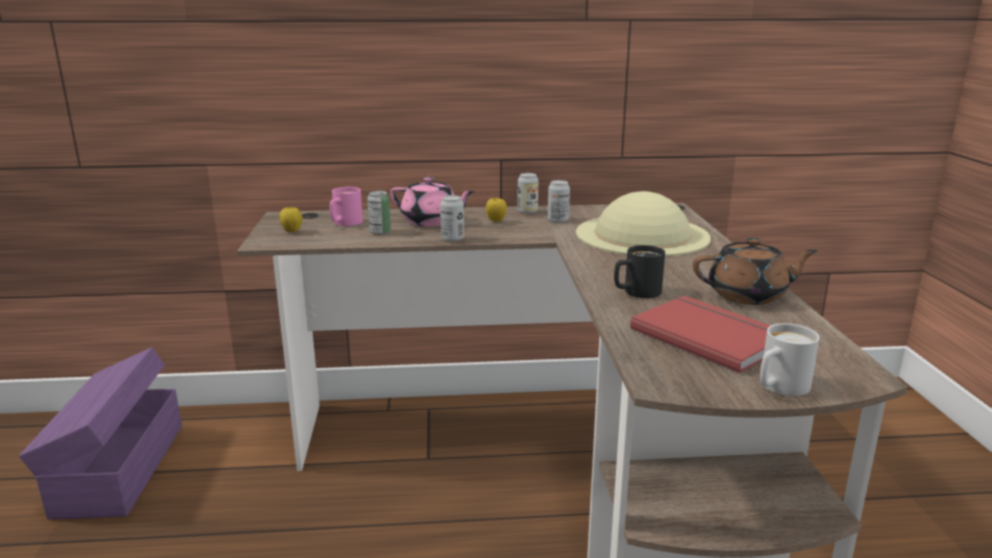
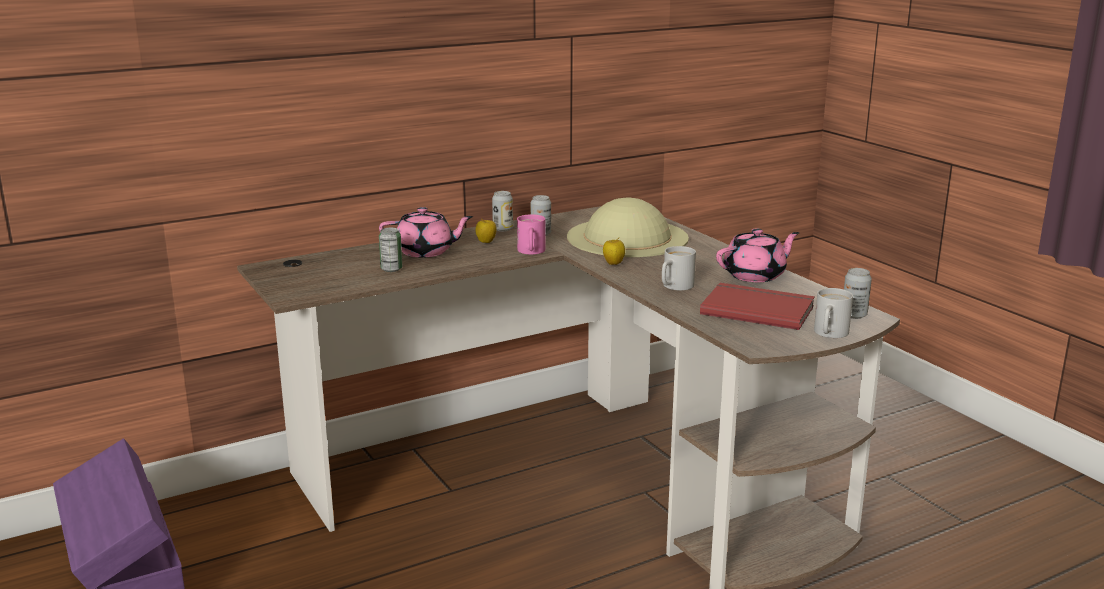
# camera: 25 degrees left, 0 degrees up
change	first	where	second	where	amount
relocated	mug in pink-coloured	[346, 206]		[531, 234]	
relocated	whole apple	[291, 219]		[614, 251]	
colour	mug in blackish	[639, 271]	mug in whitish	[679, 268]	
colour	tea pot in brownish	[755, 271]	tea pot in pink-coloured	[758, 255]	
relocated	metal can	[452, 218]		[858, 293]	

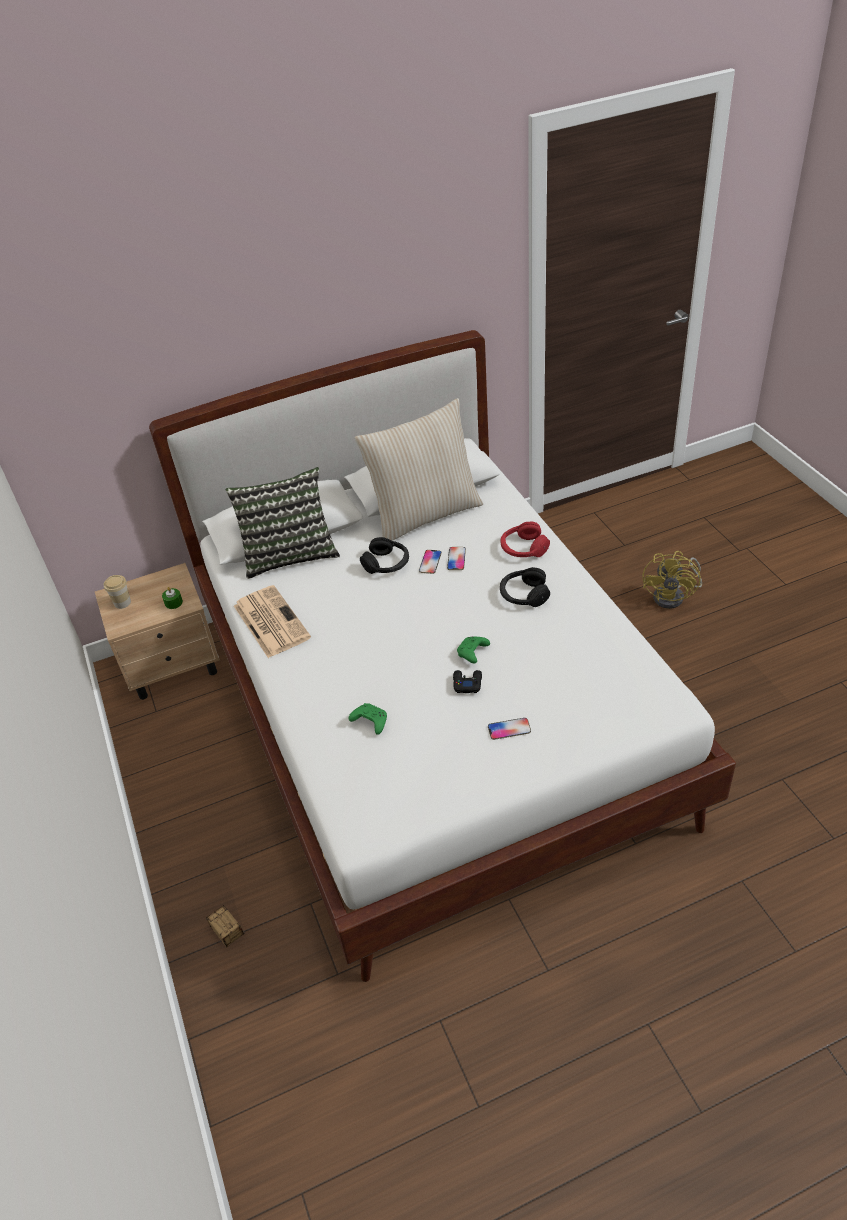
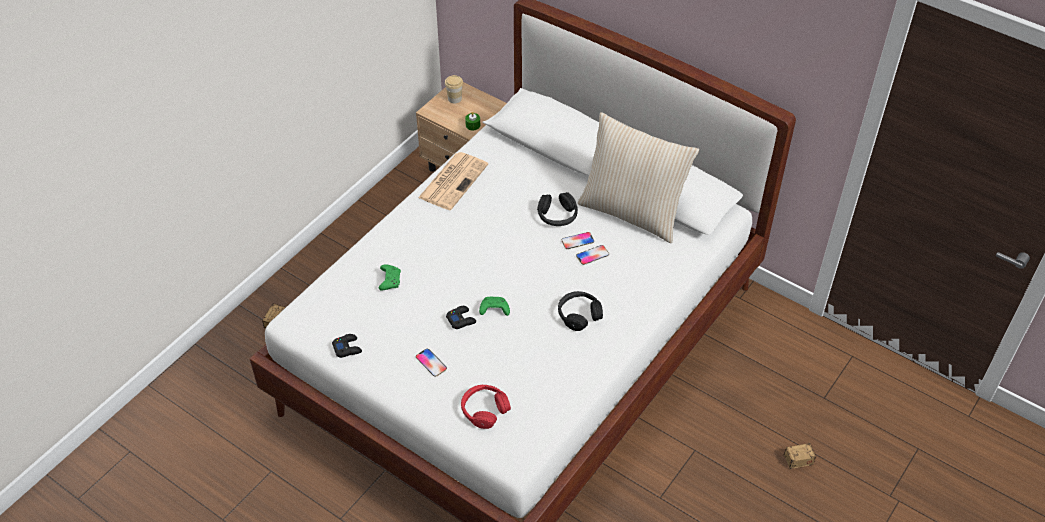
# camera: 55 degrees right, 5 degrees up
change	first	where	second	where	amount
appeared			game controller in blackish	[347, 346]	
relocated	headset in red-coloured	[525, 539]		[486, 407]	
exchanged	fan in yellow-coloured	[672, 580]	storage container	[789, 456]	
missing	cushion	[283, 523]			

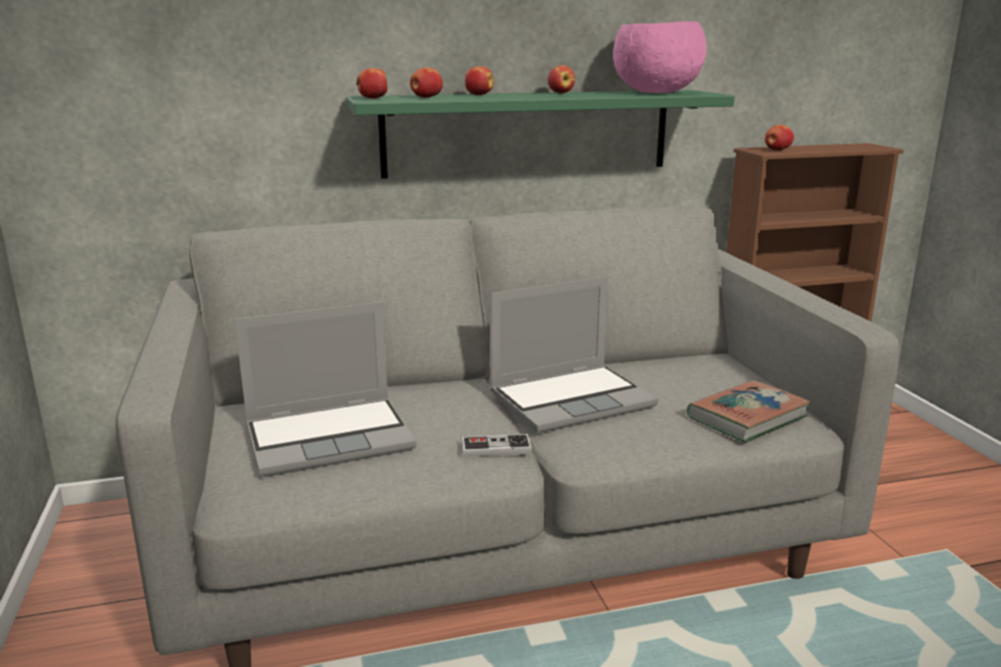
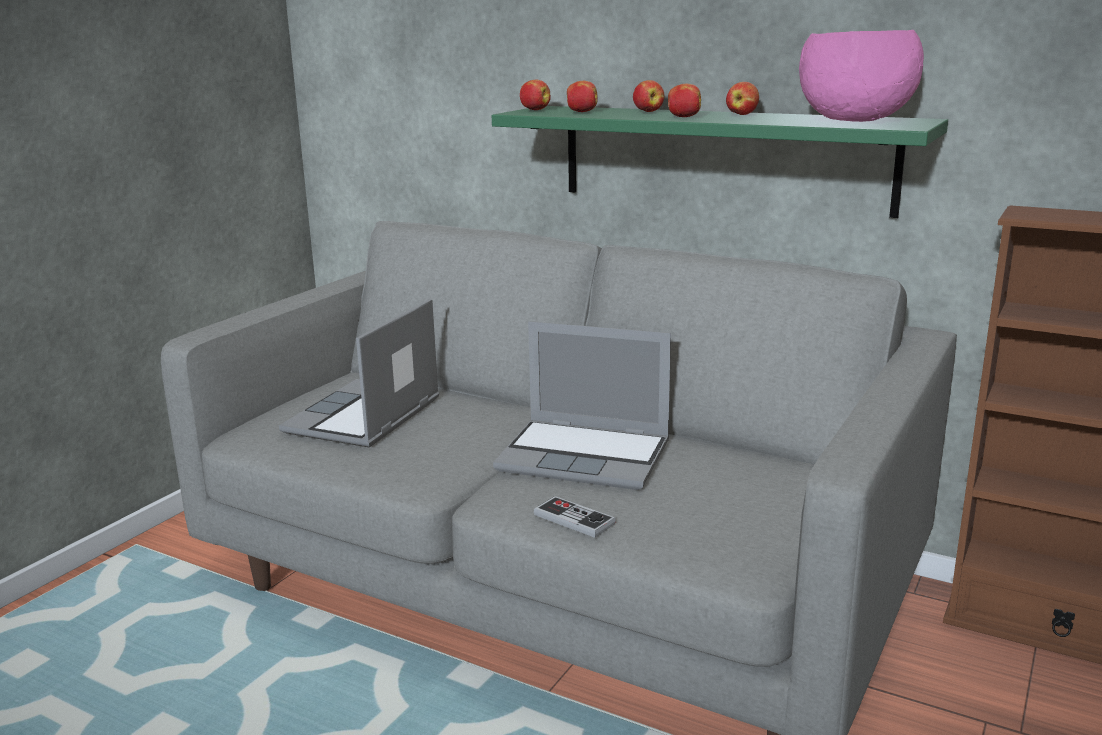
# camera: 45 degrees right, 0 degrees up
change	first	where	second	where	amount
spun	notebook computer	[325, 389]		[359, 373]	90 degrees clockwise
relocated	game controller	[497, 445]		[575, 517]	
relocated	whole apple	[779, 137]		[684, 100]	
missing	book	[749, 411]			

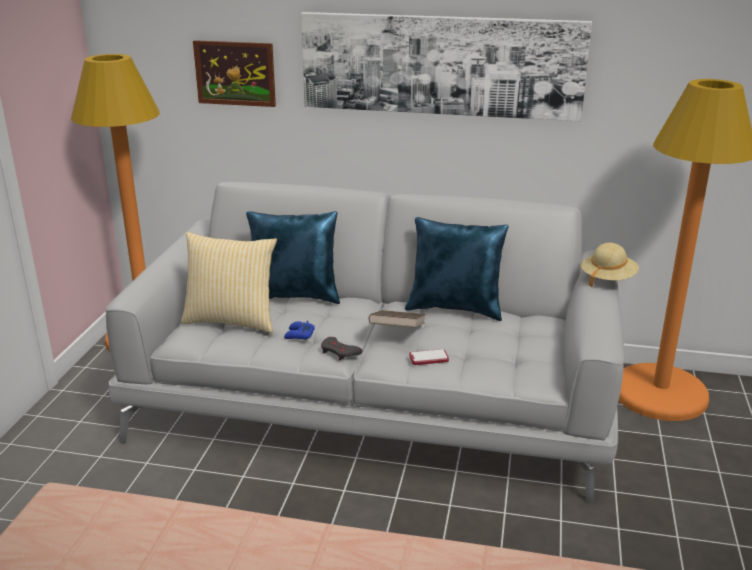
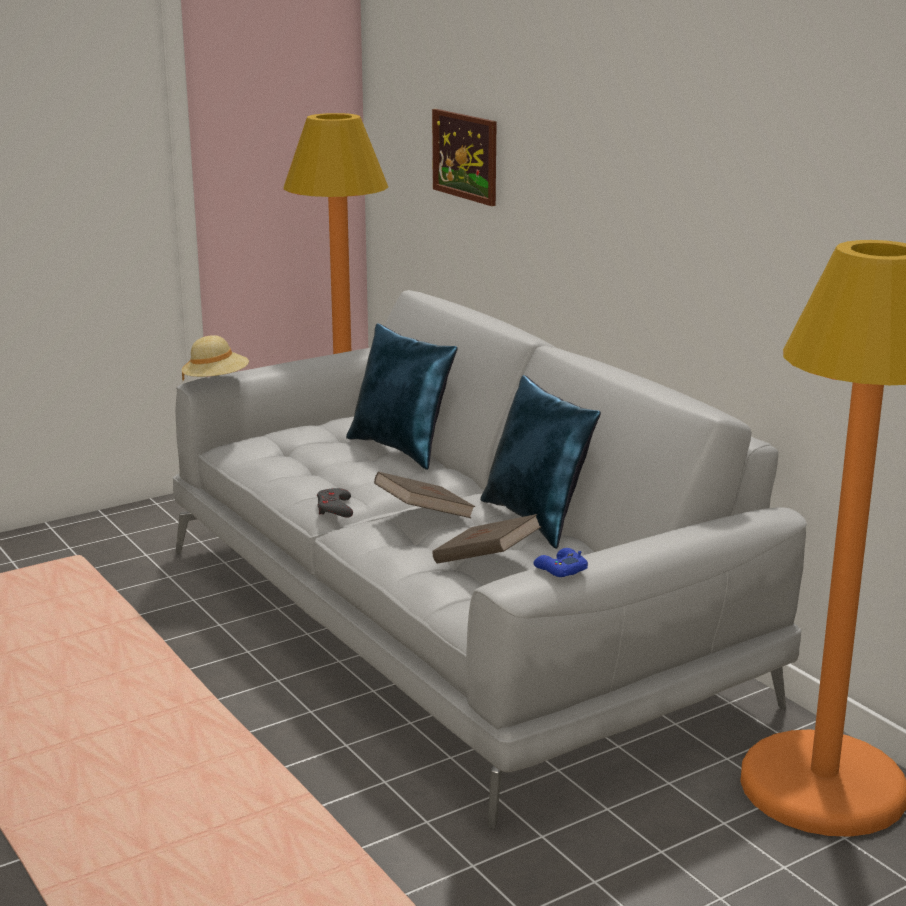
# camera: 45 degrees right, 5 degrees down
change	first	where	second	where	amount
relocated	clothing hat in beige	[610, 265]		[215, 358]	
appeared			book in brownish	[486, 539]	
relocated	game controller in blue-coloured	[299, 330]		[560, 562]	
missing	cushion	[229, 282]			
missing	wall art	[446, 66]			
missing	phone	[429, 357]			

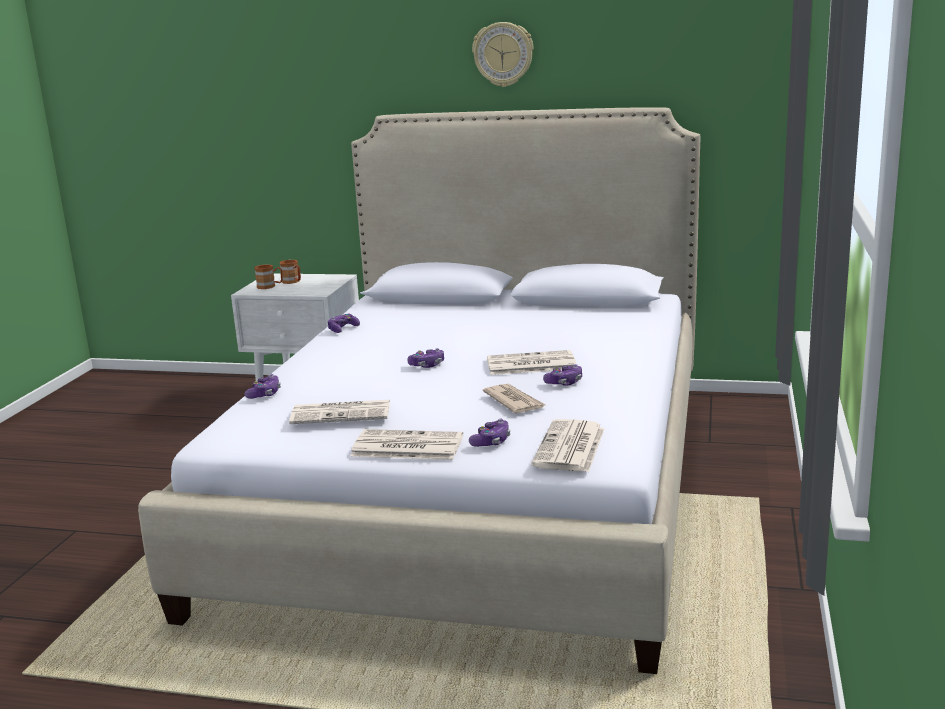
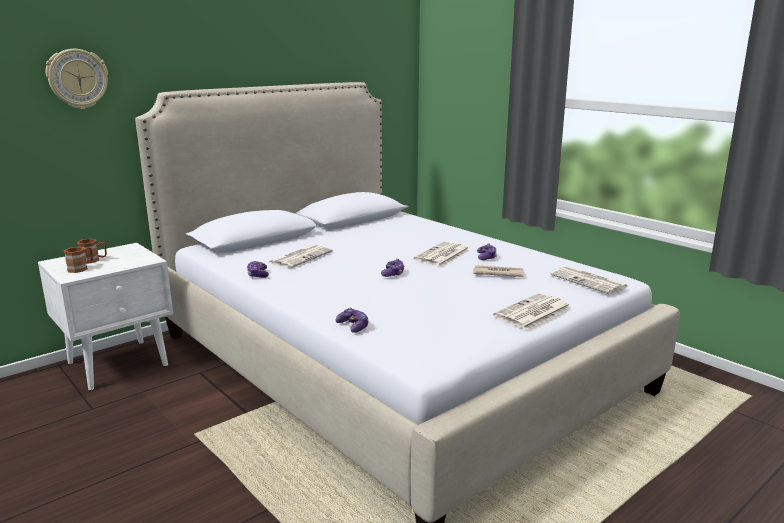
# camera: 55 degrees left, 0 degrees up
change	first	where	second	where	amount
relocated	hanging clock	[503, 54]		[77, 79]	
relocated	daily paper	[339, 412]		[301, 256]	
missing	game controller	[489, 433]			

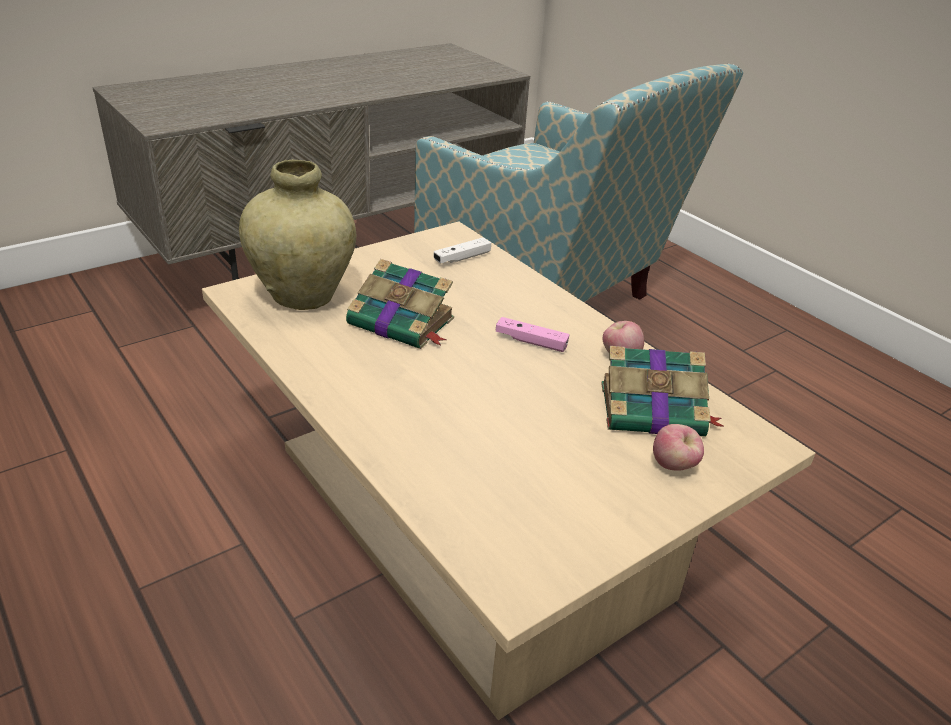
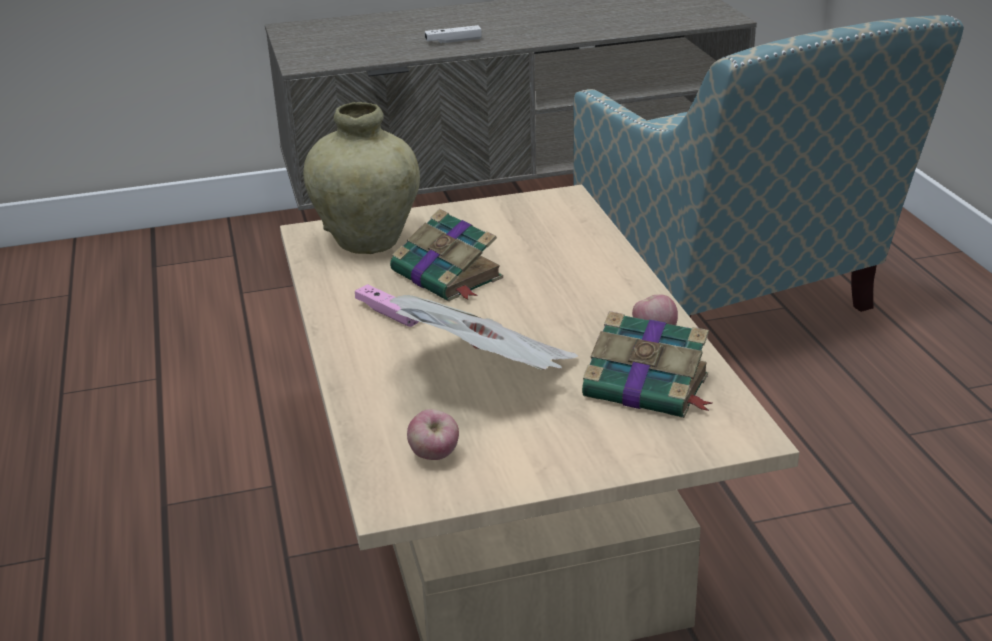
# camera: 25 degrees right, 5 degrees down
change	first	where	second	where	amount
relocated	game controller in pink-coloured	[532, 334]		[387, 305]	
appeared			daily paper	[484, 332]	
relocated	whole apple	[678, 447]		[433, 434]	
relocated	game controller in whitish	[462, 250]		[453, 34]	

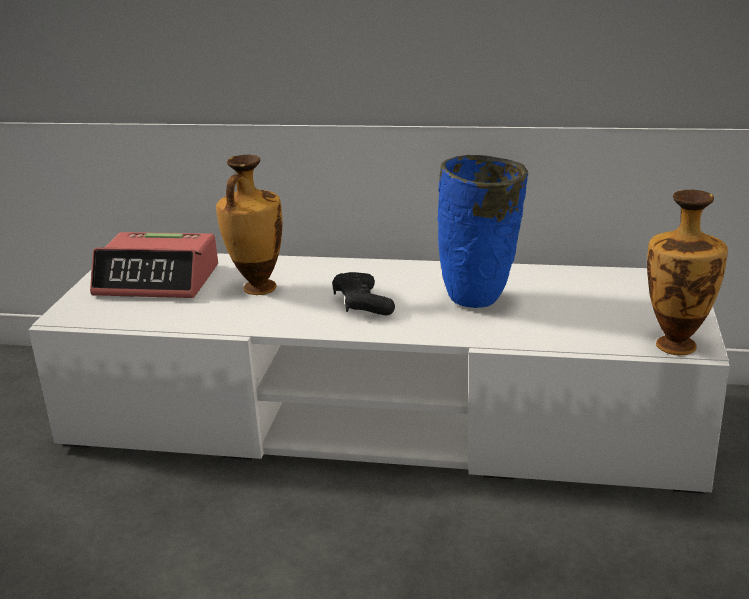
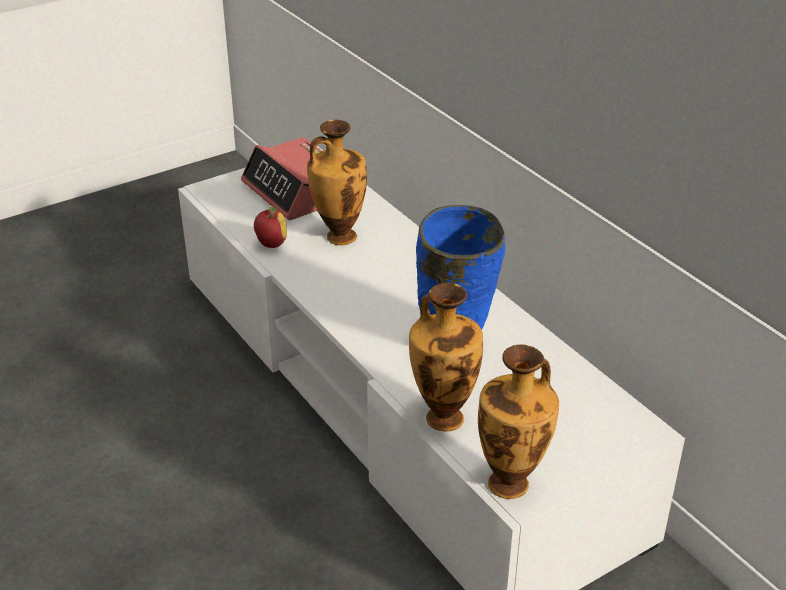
# camera: 45 degrees right, 10 degrees up
change	first	where	second	where	amount
appeared			whole apple	[270, 227]	
appeared			decorative vase	[446, 357]	
missing	game controller in blackish	[363, 294]			

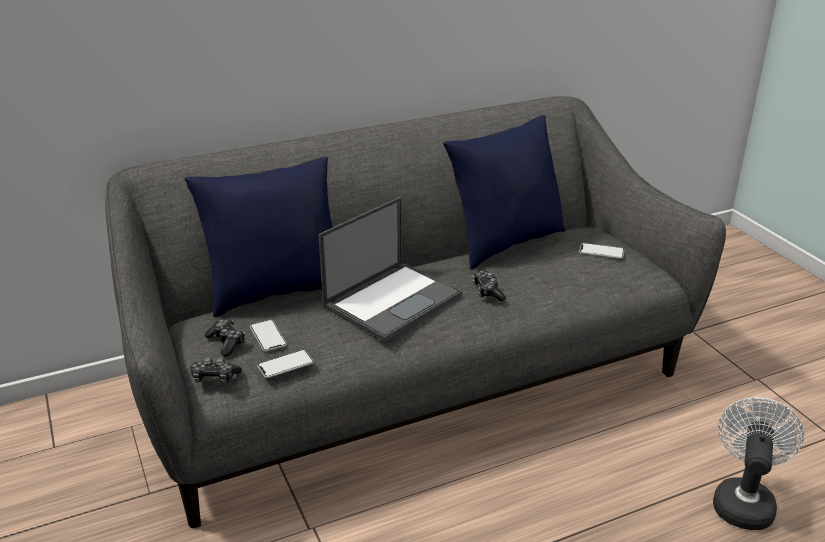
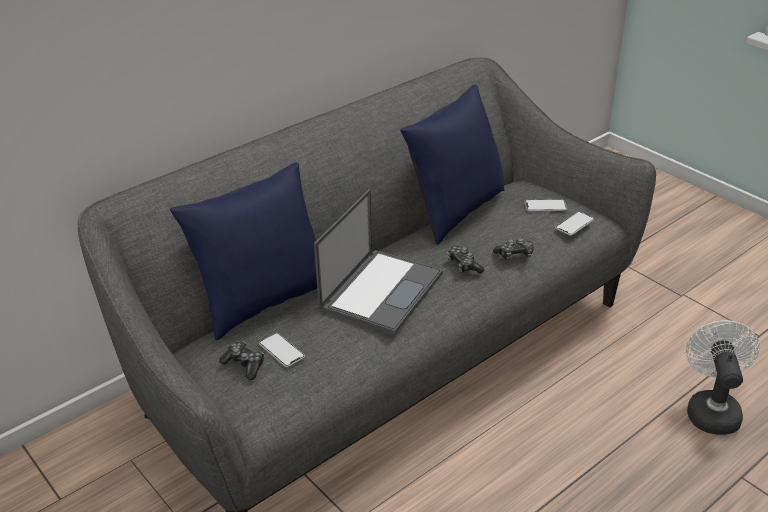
# camera: 15 degrees left, 5 degrees up
change	first	where	second	where	amount
relocated	game controller	[216, 370]		[513, 249]	
relocated	phone	[285, 364]		[574, 224]	

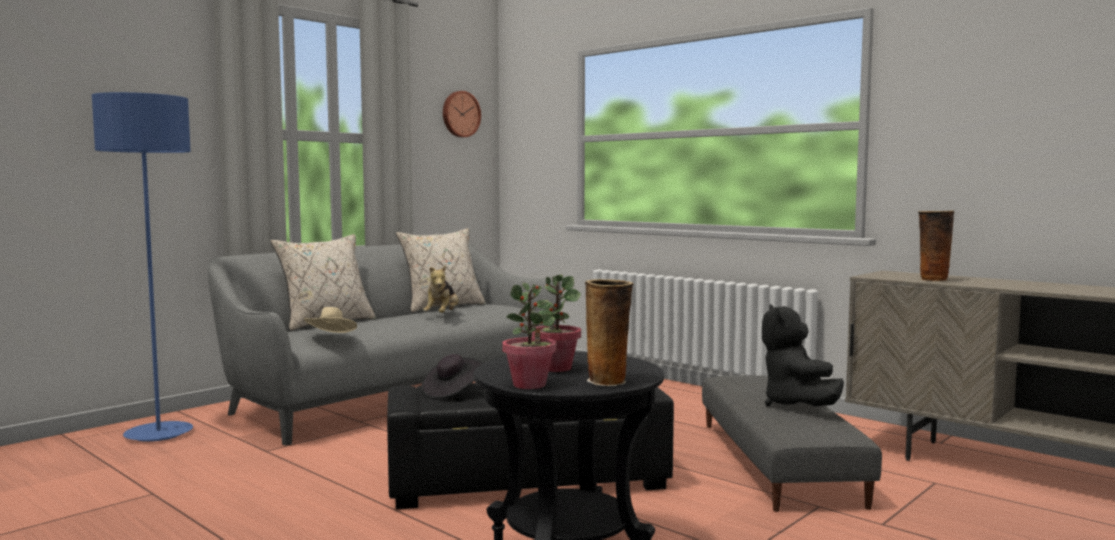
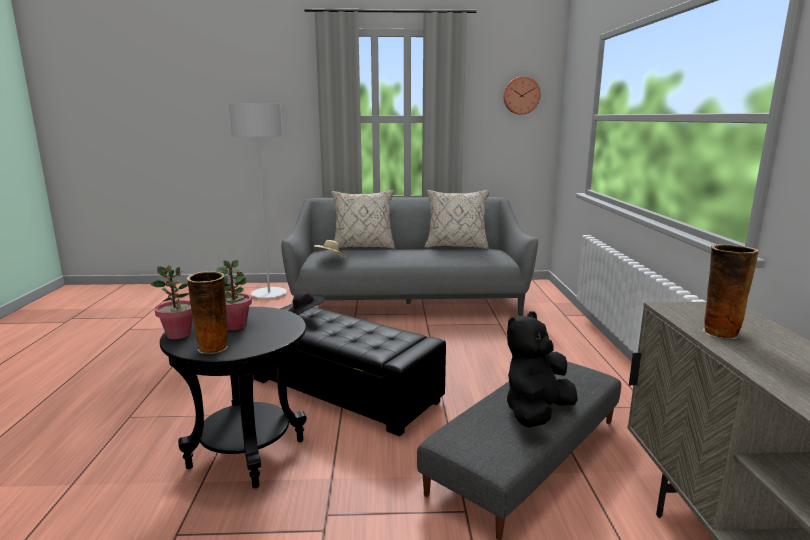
# camera: 45 degrees right, 10 degrees up
change	first	where	second	where	amount
colour	standing lamp in blue-coloured	[142, 267]	standing lamp in greyish	[258, 201]	
missing	cuddly toy	[440, 289]			

